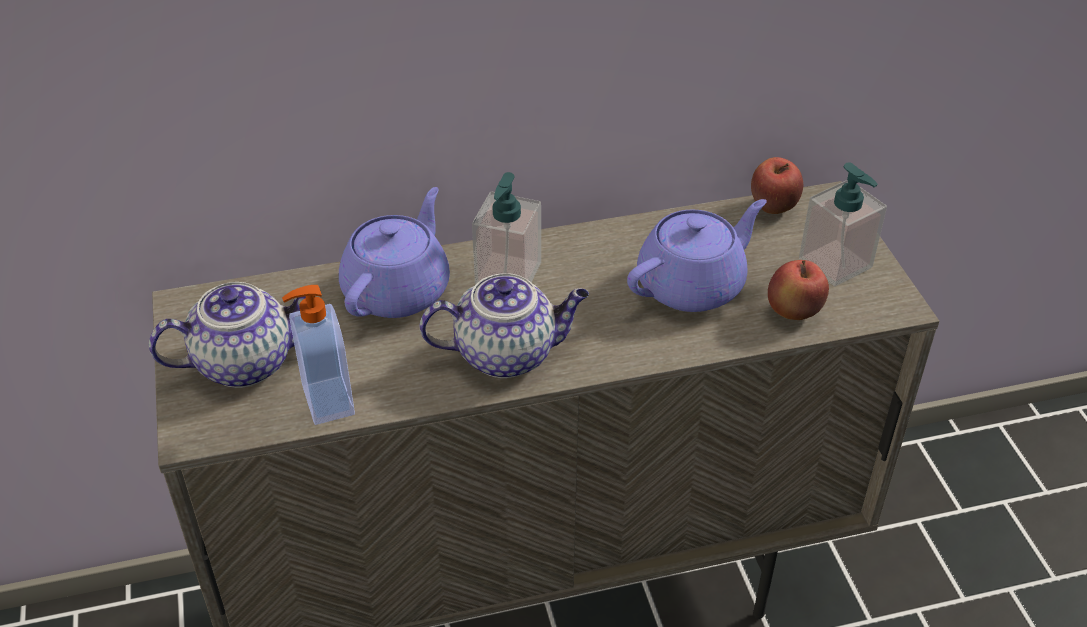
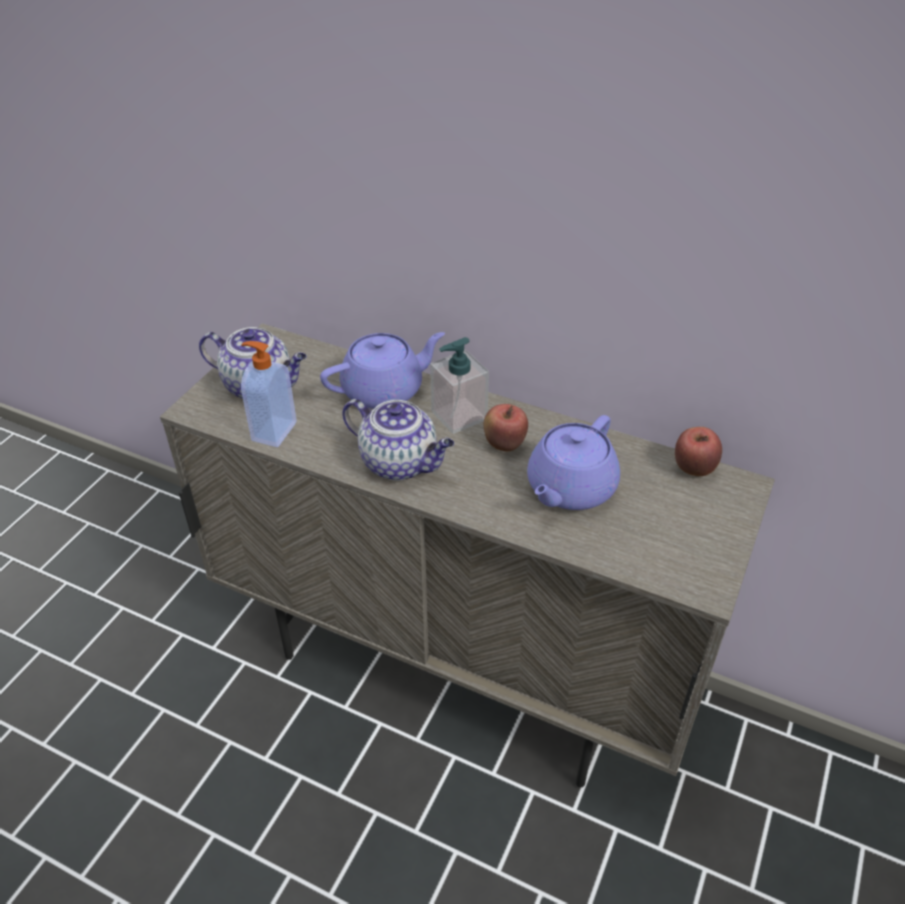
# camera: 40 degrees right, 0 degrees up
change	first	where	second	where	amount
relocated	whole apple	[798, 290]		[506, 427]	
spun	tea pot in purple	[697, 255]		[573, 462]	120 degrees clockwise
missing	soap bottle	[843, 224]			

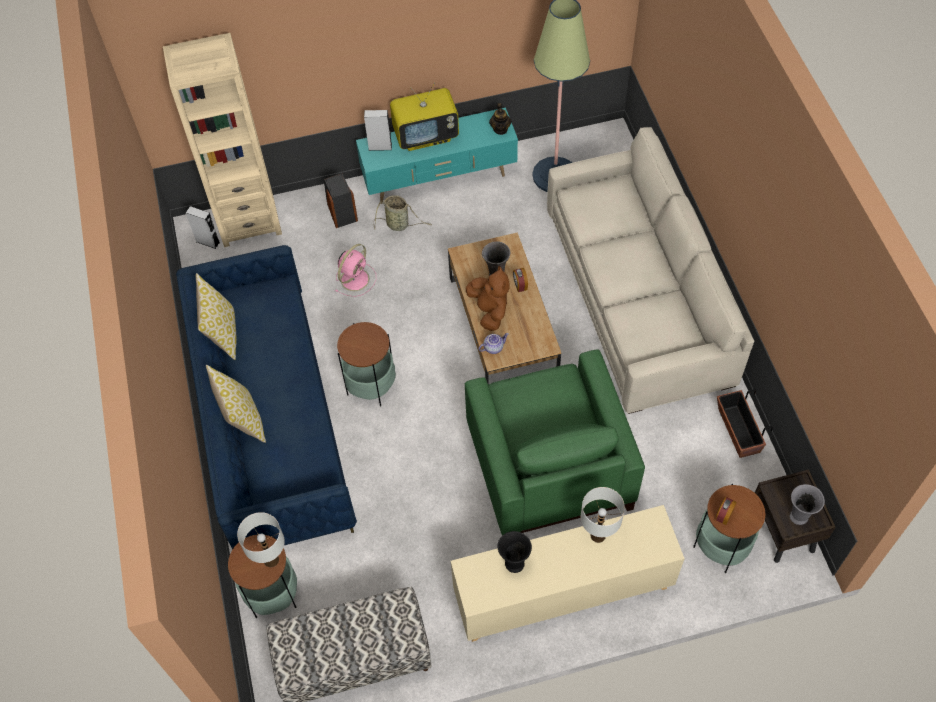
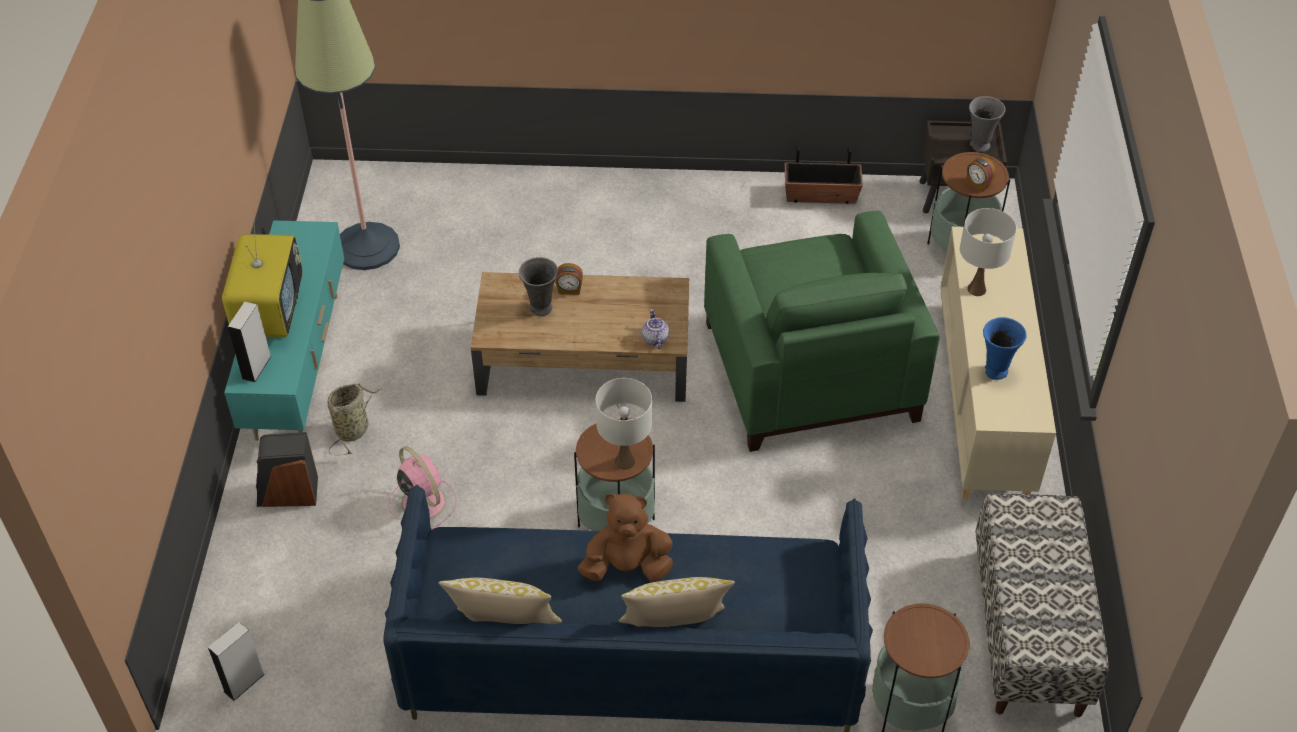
# camera: 75 degrees left, 10 degrees down
change	first	where	second	where	amount
relocated	cuddly toy in brownish	[488, 298]		[625, 538]	
relocated	table lamp in whitish	[261, 539]		[624, 424]	
spun	lounge chair in green-coloured	[555, 442]		[822, 331]	75 degrees clockwise
colour	decorative vase in blackish	[515, 552]	decorative vase in blue-coloured	[1005, 348]	
missing	bookshelf in beige	[222, 140]			
missing	tea pot	[500, 119]			
missing	sofa in beige	[650, 270]			

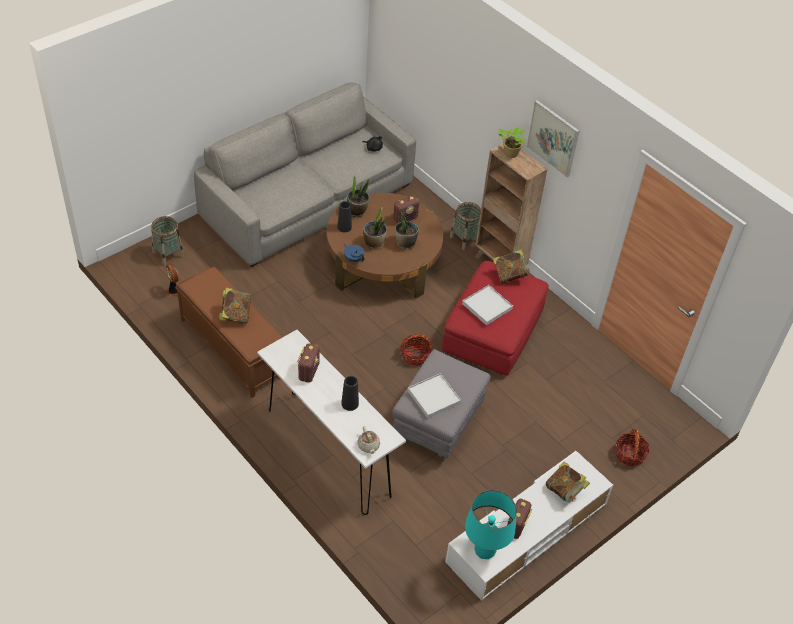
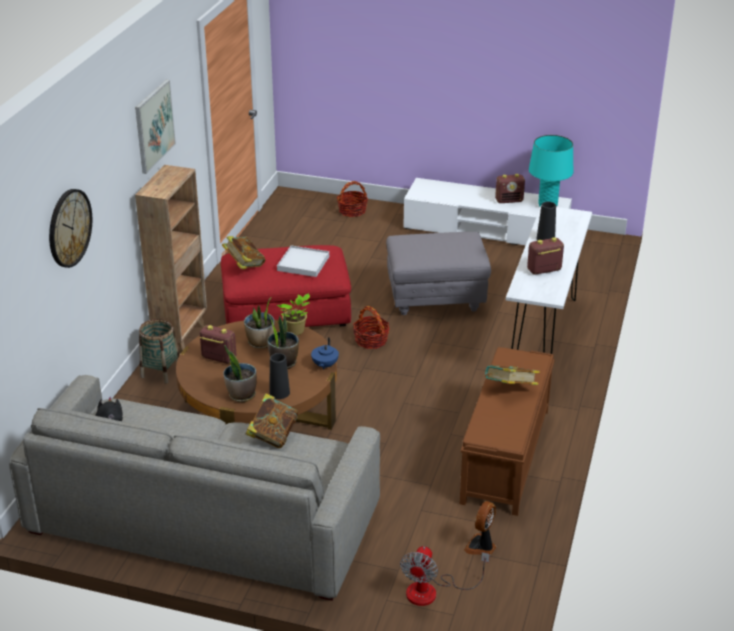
# camera: 120 degrees left, 15 degrees down
change	first	where	second	where	amount
appeared			hanging clock	[70, 228]	
relocated	book	[568, 482]		[272, 420]	
relocated	houseplant	[512, 142]		[293, 314]	
exchanged	household basket	[167, 241]	fan	[445, 576]	
missing	tea pot in beige	[368, 440]			
missing	tray in whitish	[434, 395]			

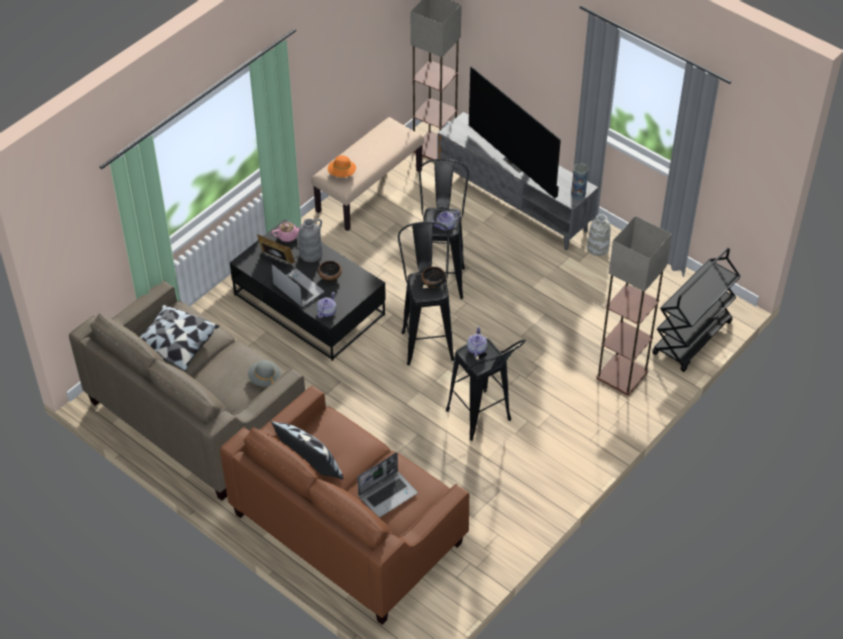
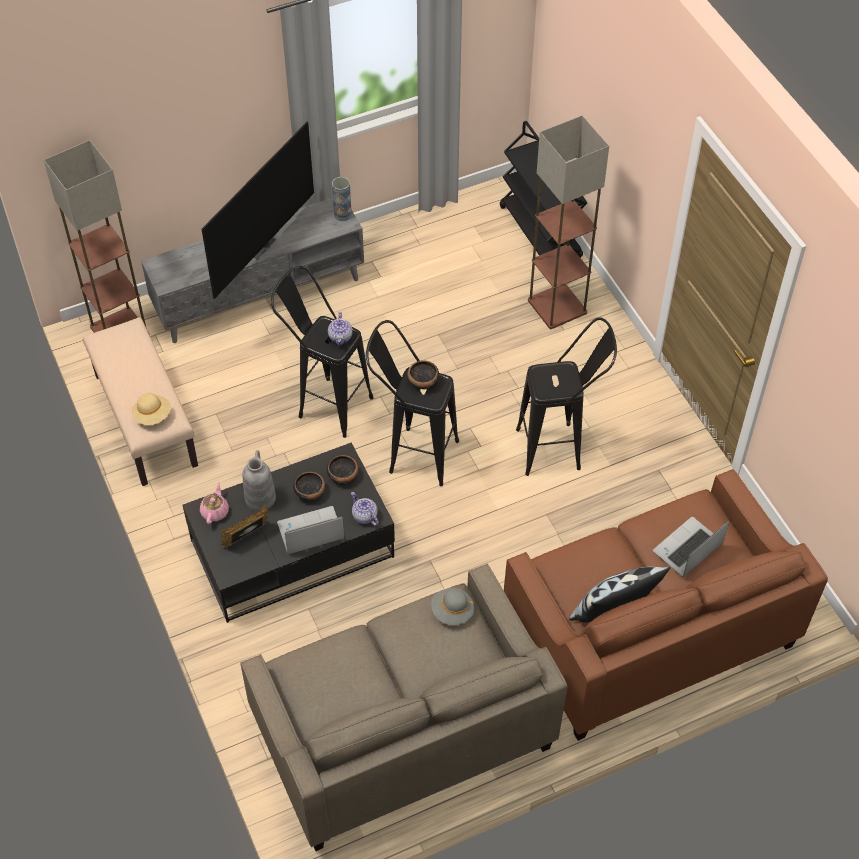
# camera: 65 degrees left, 5 degrees up
change	first	where	second	where	amount
colour	clothing hat in orangey	[342, 166]	clothing hat in beige	[151, 409]	
spun	TV set	[515, 132]		[258, 210]	45 degrees counterclockwise
appeared			bowl	[342, 469]	
spun	notebook computer	[387, 484]		[691, 547]	120 degrees counterclockwise
missing	cushion	[180, 338]			
missing	tea pot	[477, 342]			
missing	decorative vase in whitish	[599, 235]			

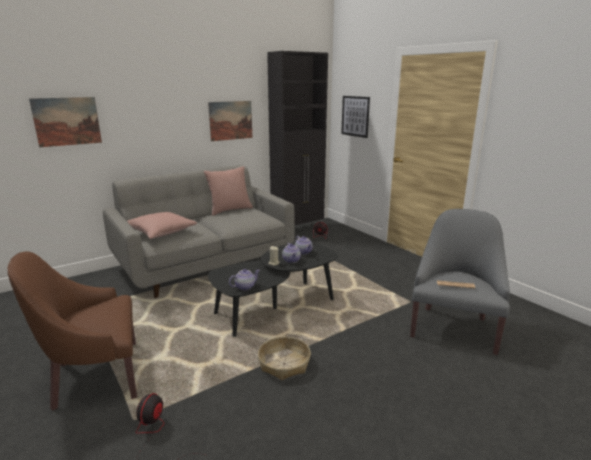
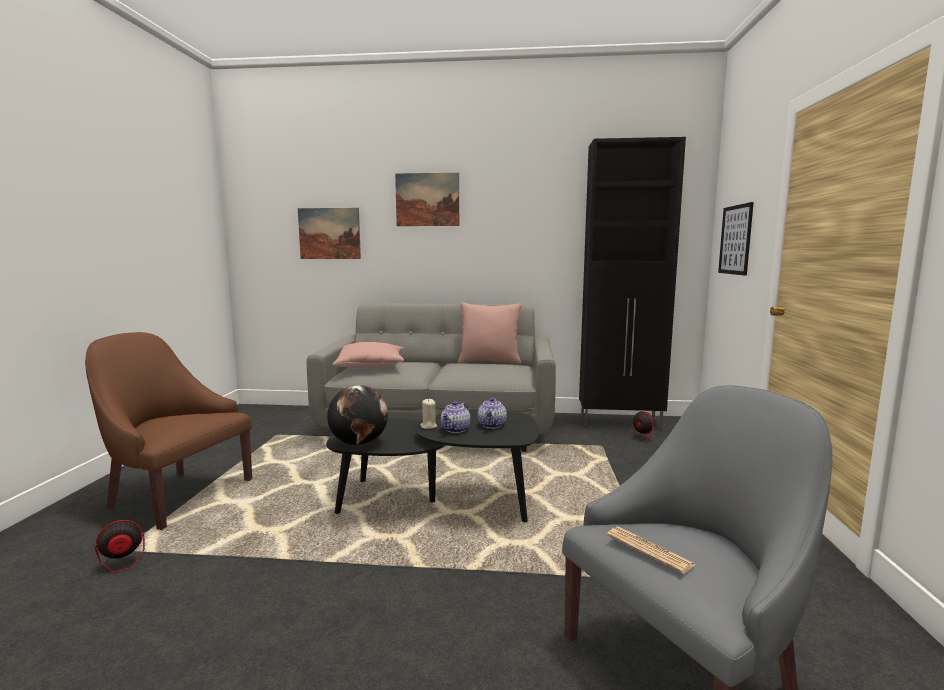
# camera: 40 degrees right, 10 degrees down
change	first	where	second	where	amount
exchanged	tea pot	[244, 279]	globe	[357, 415]	
relocated	wall art	[230, 121]		[427, 199]	
missing	household basket	[284, 358]			

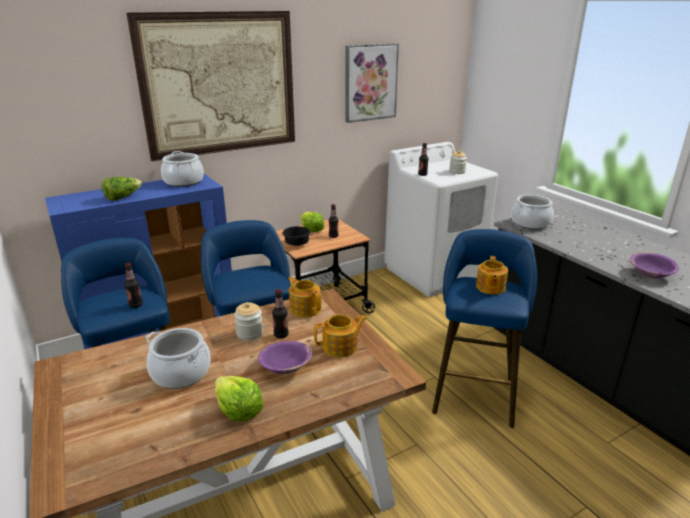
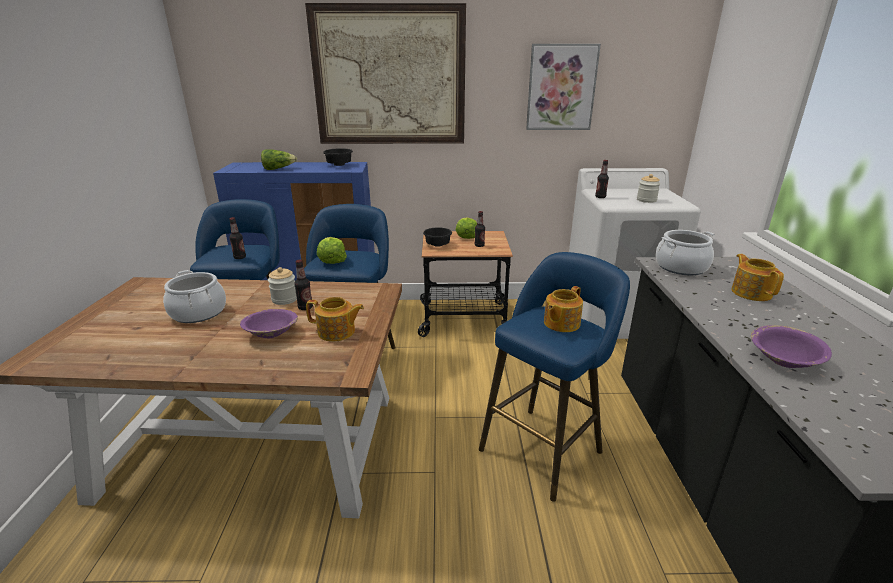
# camera: 30 degrees right, 0 degrees up
change	first	where	second	where	amount
relocated	lettuce	[239, 398]		[332, 250]	
exchanged	cooking pot	[182, 169]	bowl in blackish	[338, 157]	
relocated	tea pot	[304, 297]		[757, 277]	

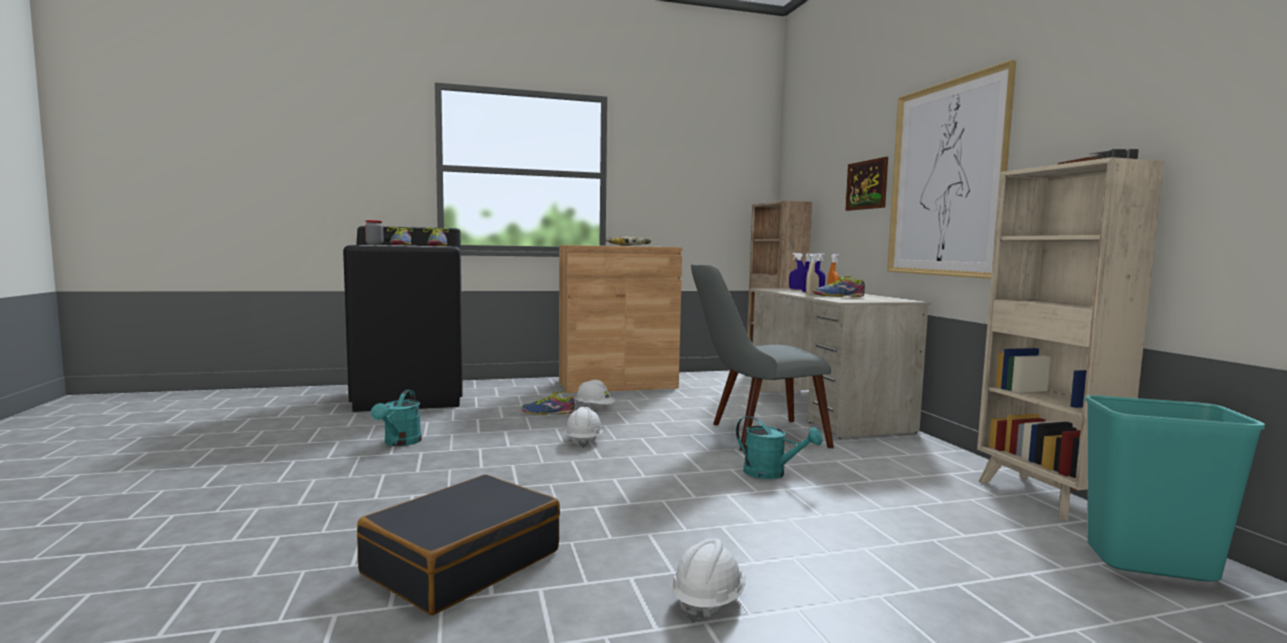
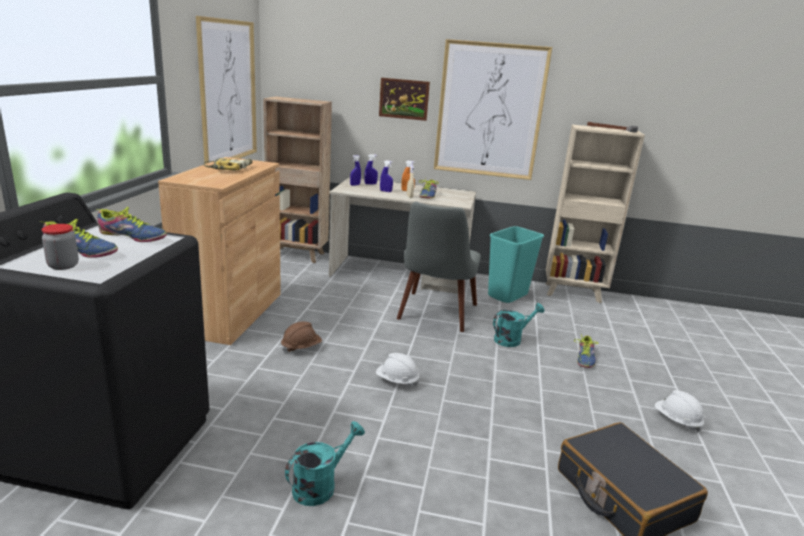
# camera: 65 degrees left, 15 degrees up
change	first	where	second	where	amount
appeared			wall art	[226, 90]	
colour	hard hat in whitish	[595, 392]	hard hat in brownish	[301, 337]	
spun	watering pot in turquoise	[396, 418]		[325, 463]	75 degrees counterclockwise
relocated	waste bin in turquoise	[1175, 488]		[516, 264]	
relocated	low shoe	[548, 403]		[586, 351]	

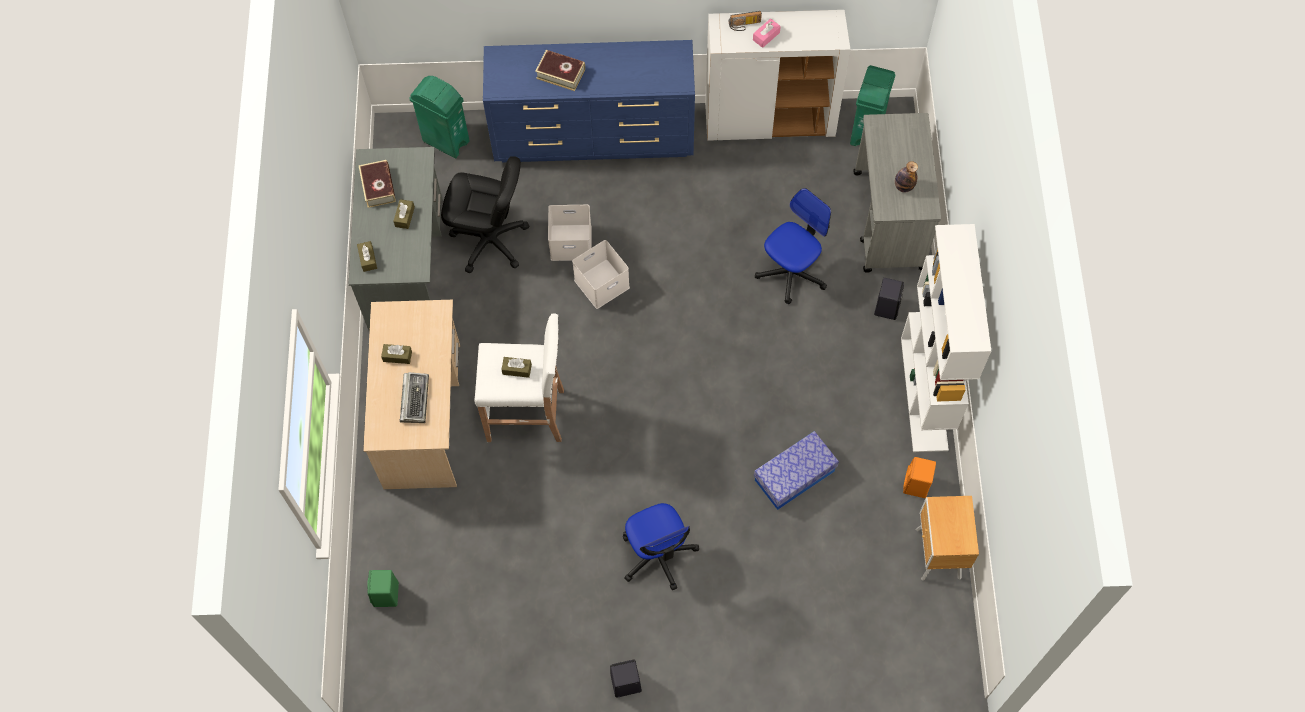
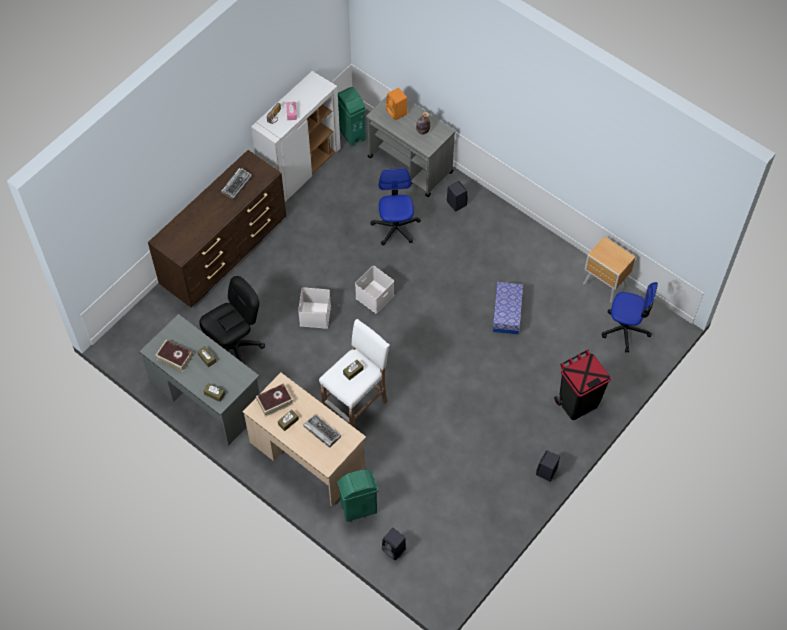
# camera: 50 degrees left, 5 degrees down
change	first	where	second	where	amount
colour	dresser in blue-coloured	[589, 101]	dresser in brownish	[217, 229]	
appeared			keyboard	[236, 184]	
relocated	book	[560, 70]		[274, 400]	
relocated	waste bin in green-coloured	[439, 117]		[357, 496]	
relocated	storage container in whitish	[570, 233]		[374, 290]	
colour	audio speaker in green-coloured	[383, 588]	audio speaker in blackish	[394, 544]	
relocated	audio speaker in orangey	[919, 477]		[396, 104]	
appeared			waste bin in blackish	[582, 384]	
relocated	office chair	[661, 546]		[630, 317]	
missing	bookshelf in whitish	[946, 338]			

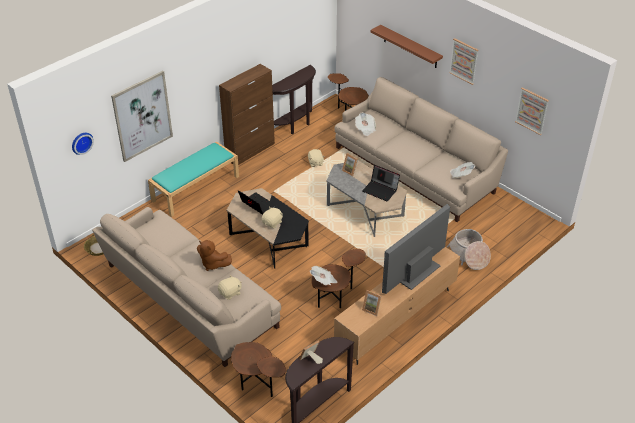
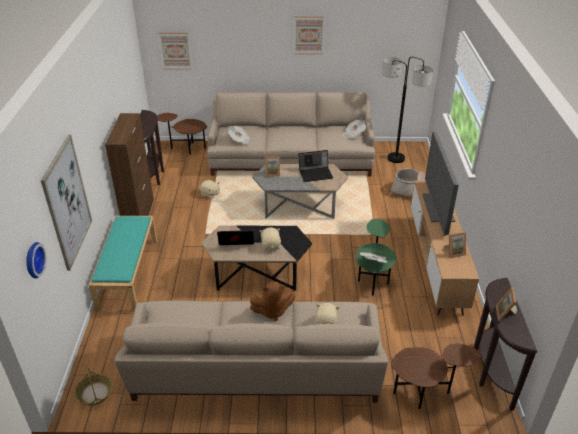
# camera: 45 degrees left, 5 degrees down
change	first	where	second	where	amount
relocated	wall art	[532, 111]		[175, 51]	
colour	end table in brownish	[338, 278]	end table in green-coloured	[376, 257]	
appeared			standing lamp	[407, 110]	
missing	bracket shelf in brownish	[407, 46]			

